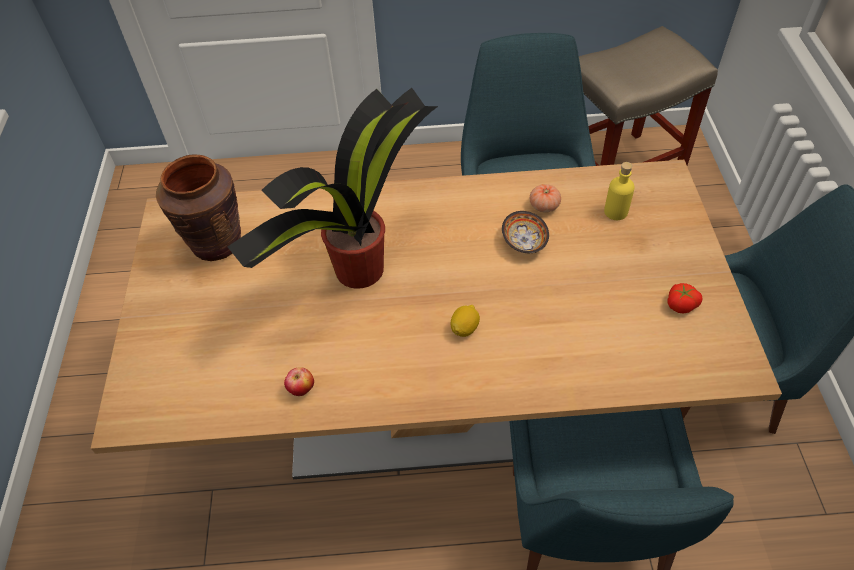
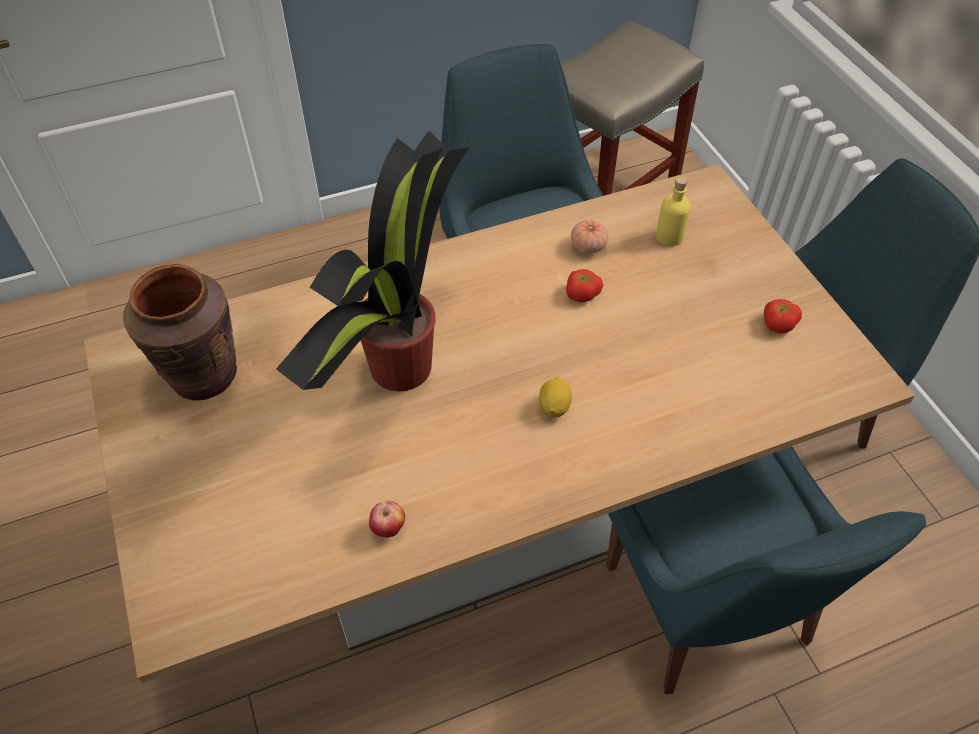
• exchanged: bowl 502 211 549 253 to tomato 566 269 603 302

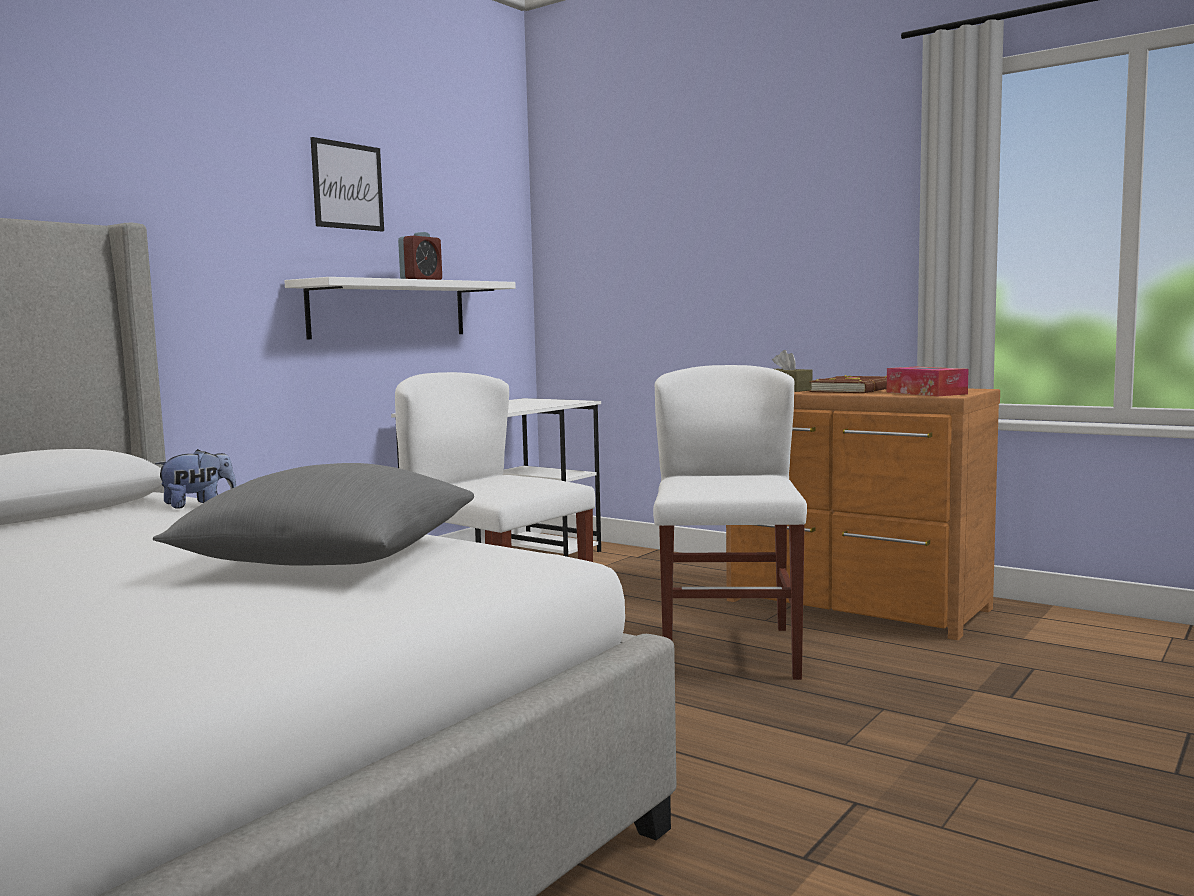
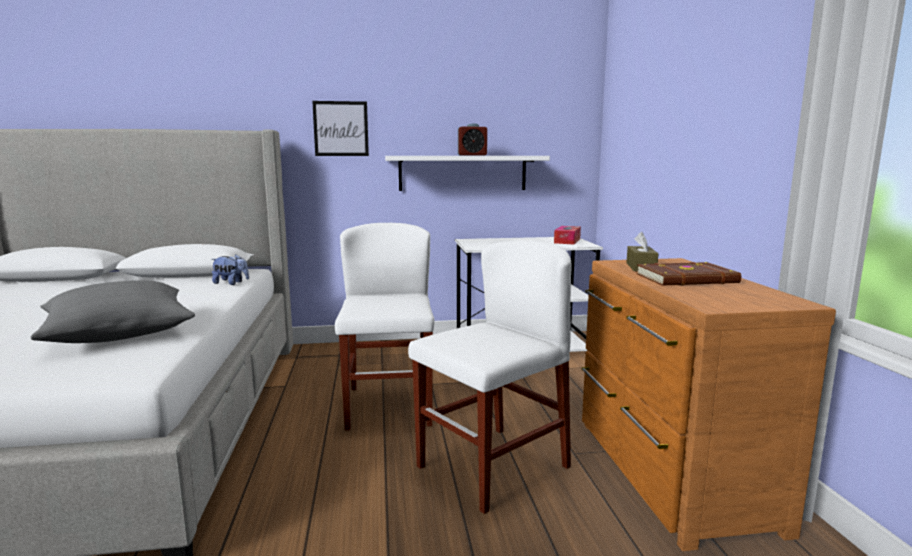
• relocated: picture 310 137 384 232 to 312 101 369 156
• relocated: tissue box 887 367 969 396 to 554 226 581 244

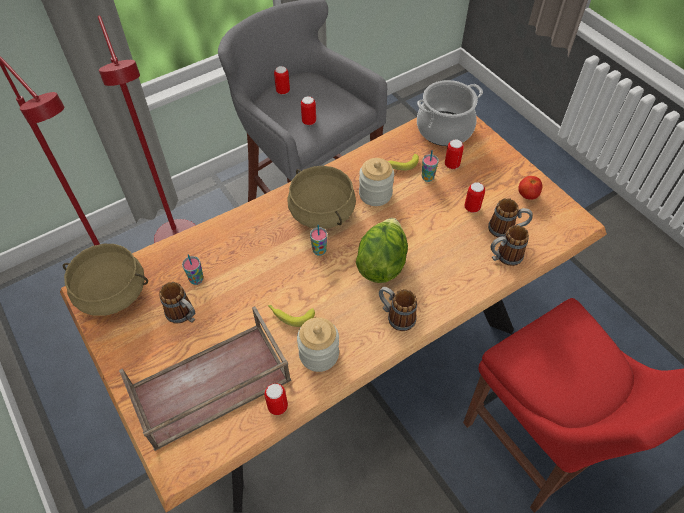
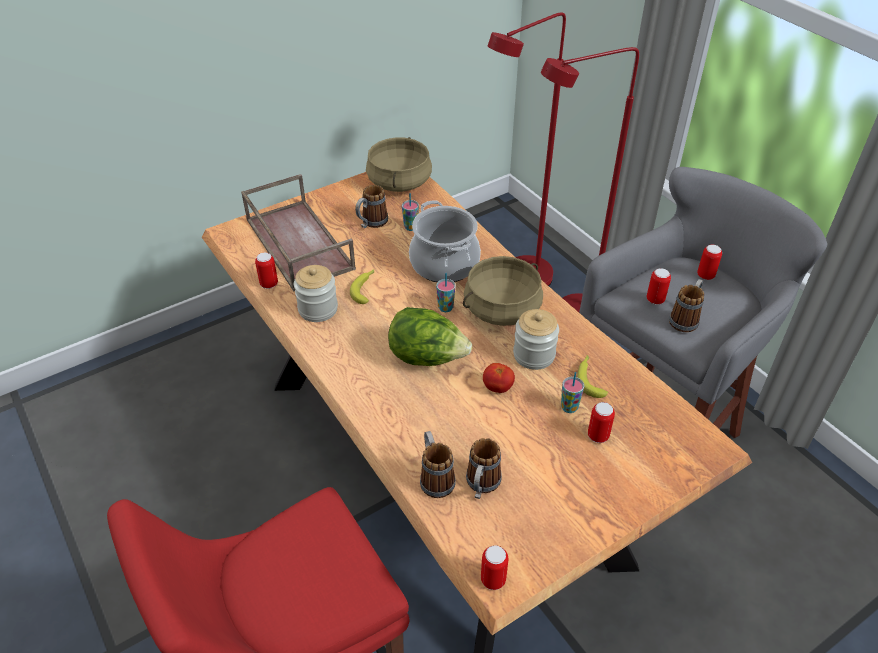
• relocated: mug 379 287 417 331 to 669 279 704 332
• relocated: cooking pot 417 80 483 146 to 409 200 481 282
• relocated: can 464 182 485 213 to 481 545 508 590
• relocated: tomato 518 176 543 200 to 483 363 515 393

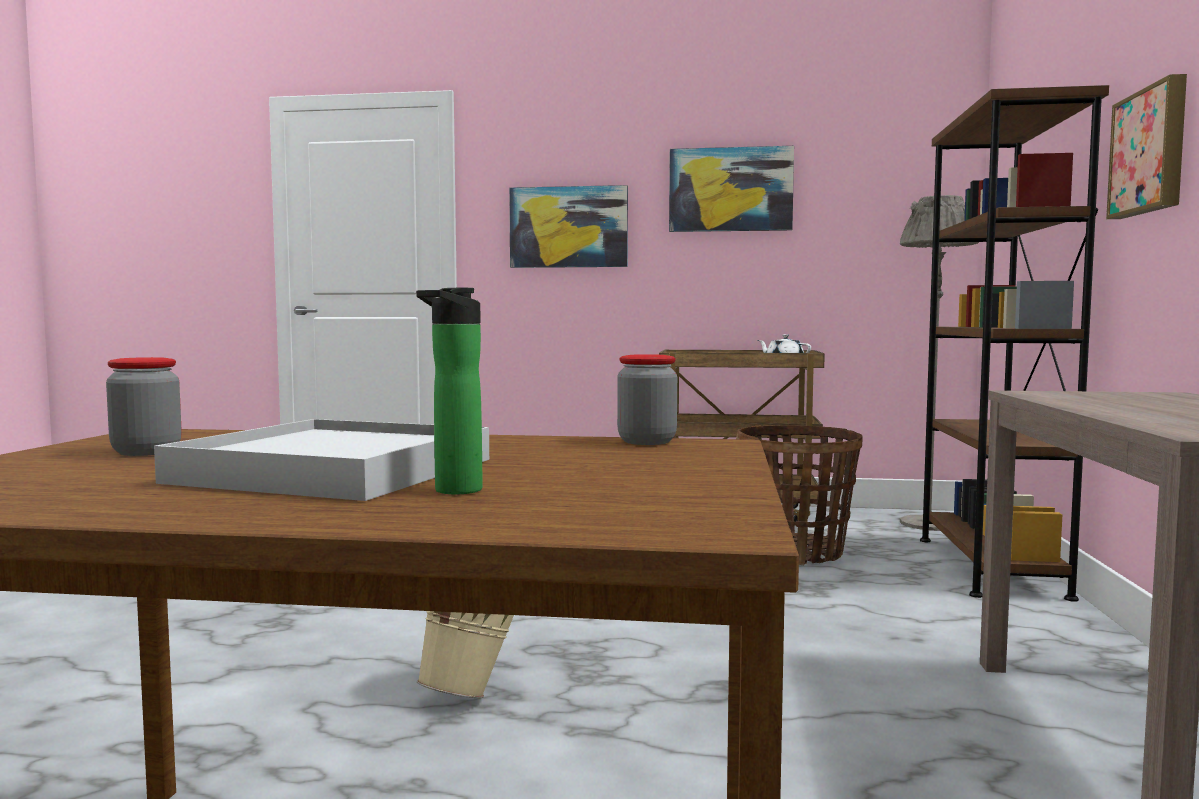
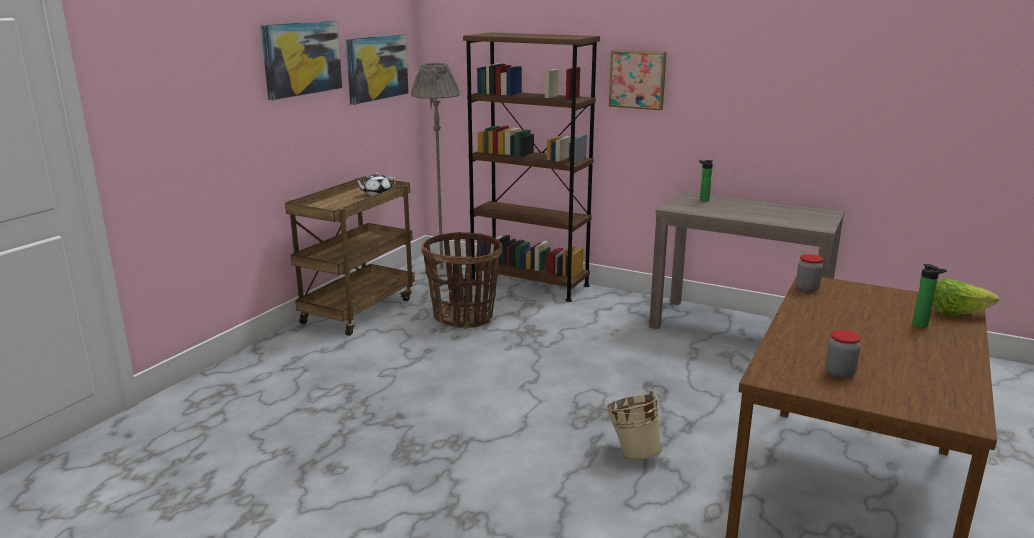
• missing: white tray 154 419 489 501
• relocated: picture 509 185 628 268 to 346 34 409 105
• appeared: bottle 699 160 713 202
• appeared: lettuce 933 278 999 315

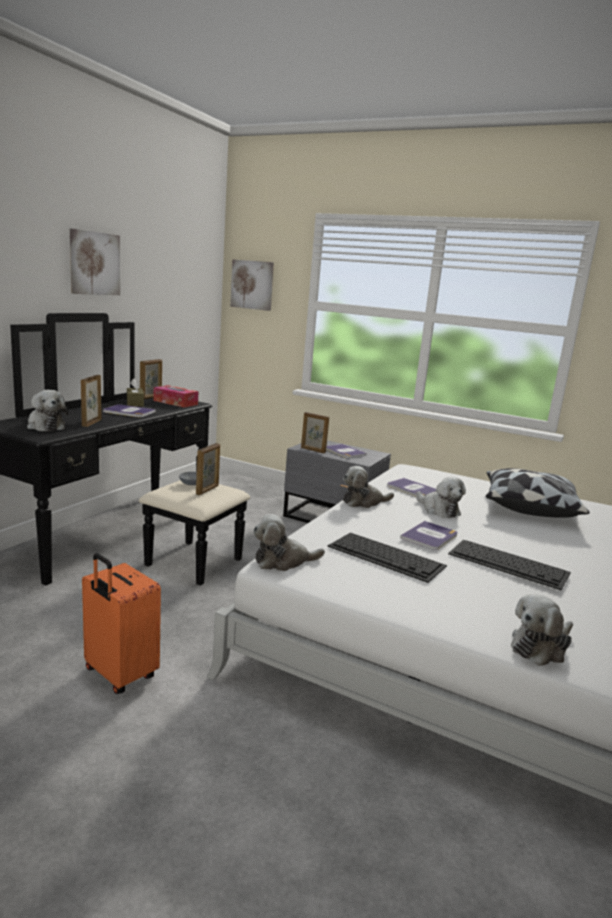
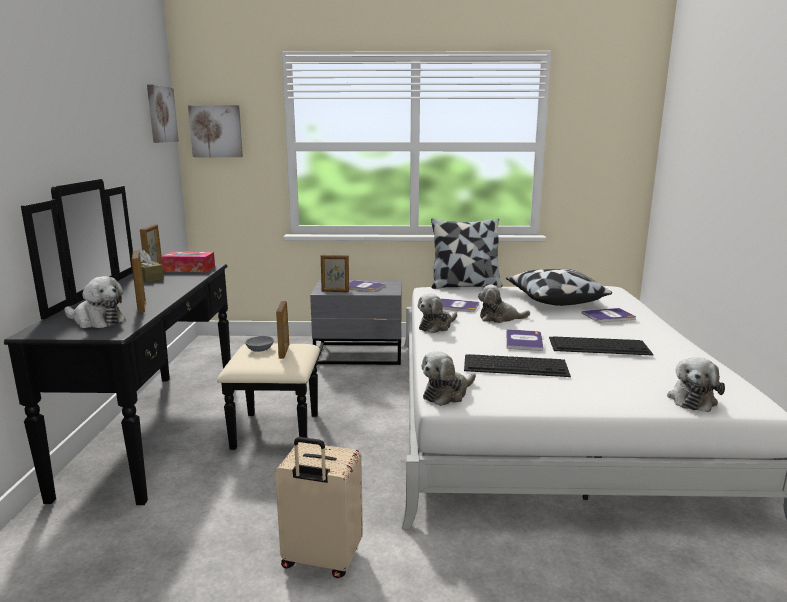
• relocated: picture 70 228 120 295 to 147 85 179 143
• colour: orange suitcase 82 553 161 694 to beige suitcase 275 437 363 578
• relocated: book 103 404 156 417 to 582 308 636 322
• spun: plush toy 416 477 466 518 = 478 285 530 323 150 degrees clockwise
• appeared: pillow 431 218 502 289

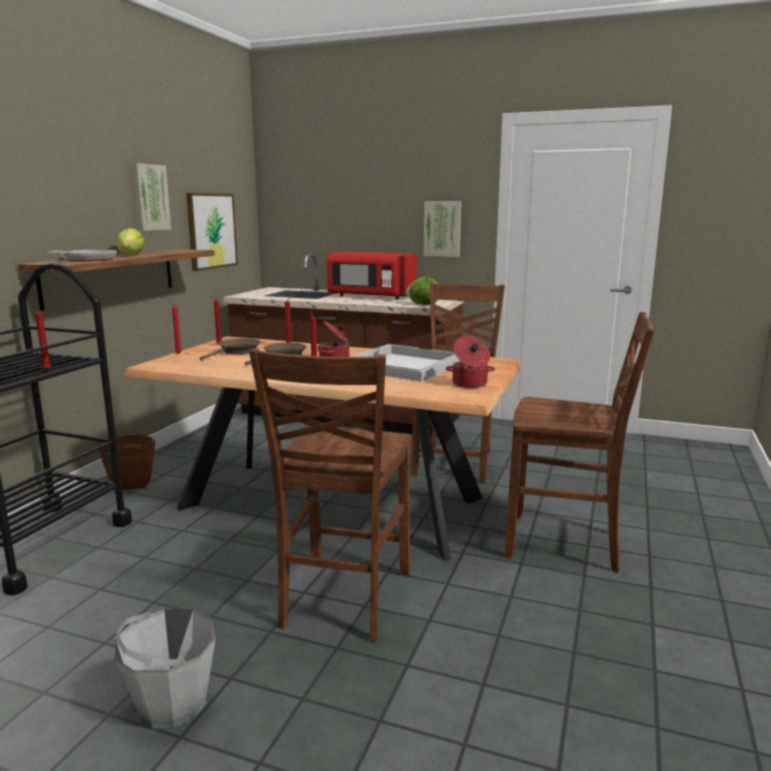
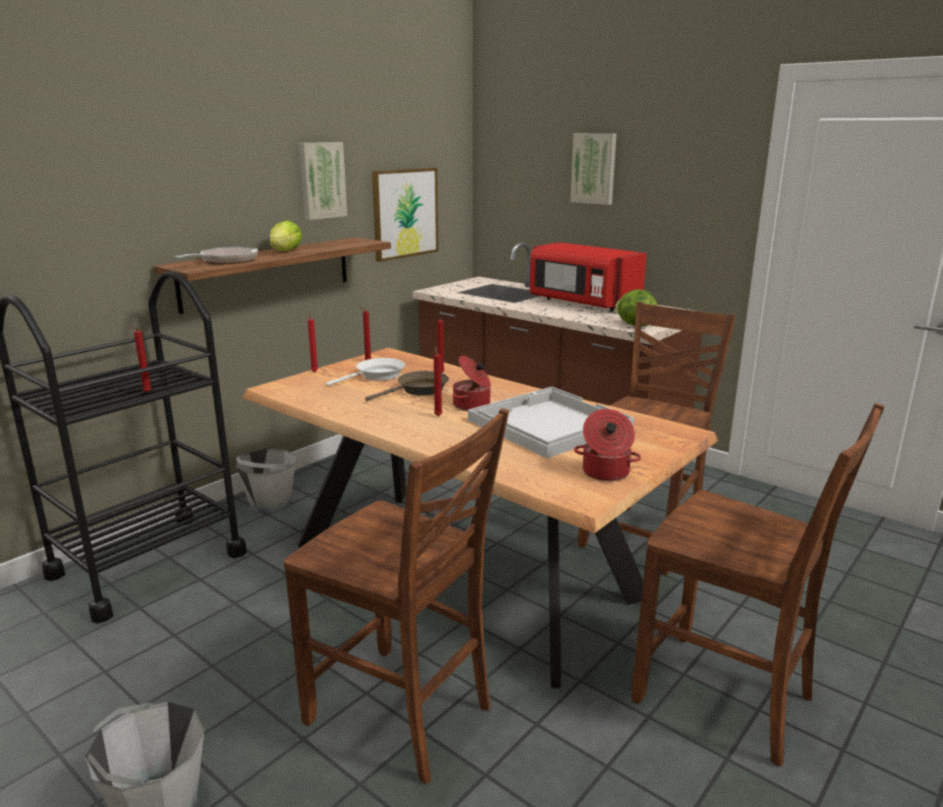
• colour: brown bucket 98 435 155 493 to grey bucket 236 449 296 514
• colour: brown frying pan 200 338 261 360 to white frying pan 326 358 405 386
• spun: brown chair 249 348 412 642 = 283 408 509 784 90 degrees counterclockwise
• relocated: picture 424 201 461 257 to 570 133 617 205

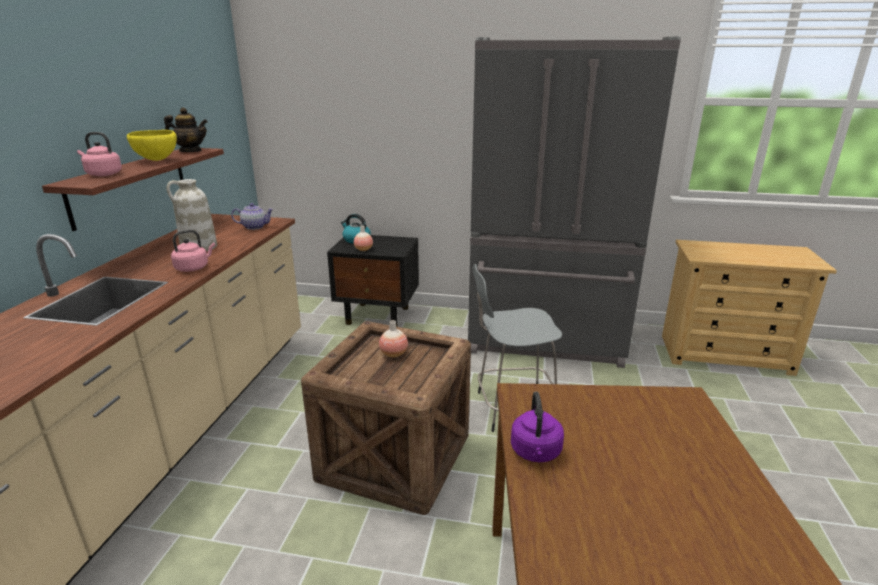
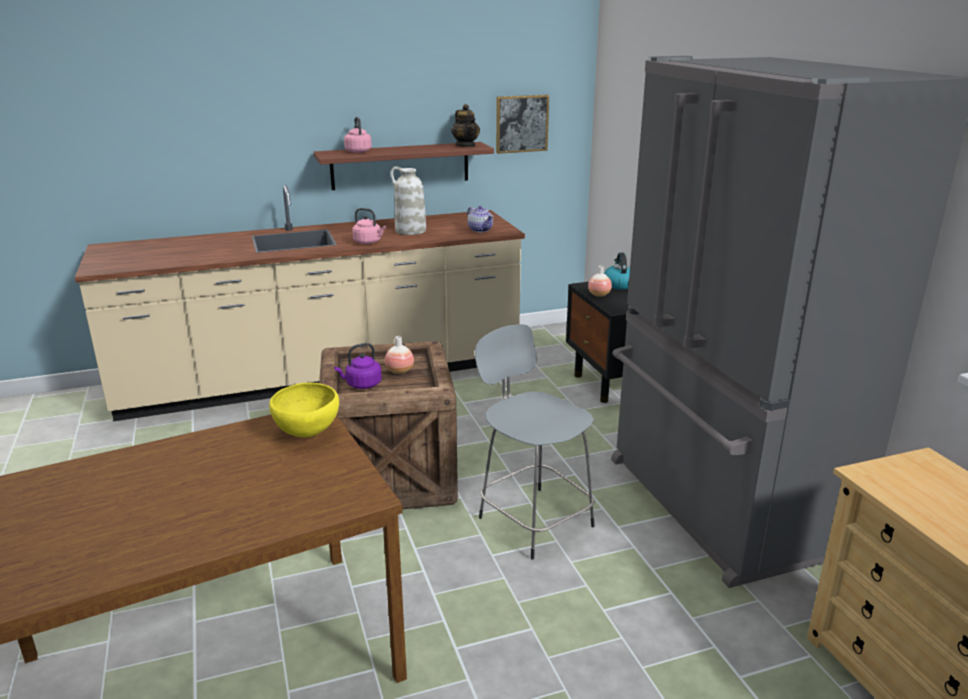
• relocated: yellow bowl 127 130 177 161 to 269 383 339 437
• relocated: purple kettle 511 392 564 462 to 334 343 382 389
• appeared: picture 496 95 549 154

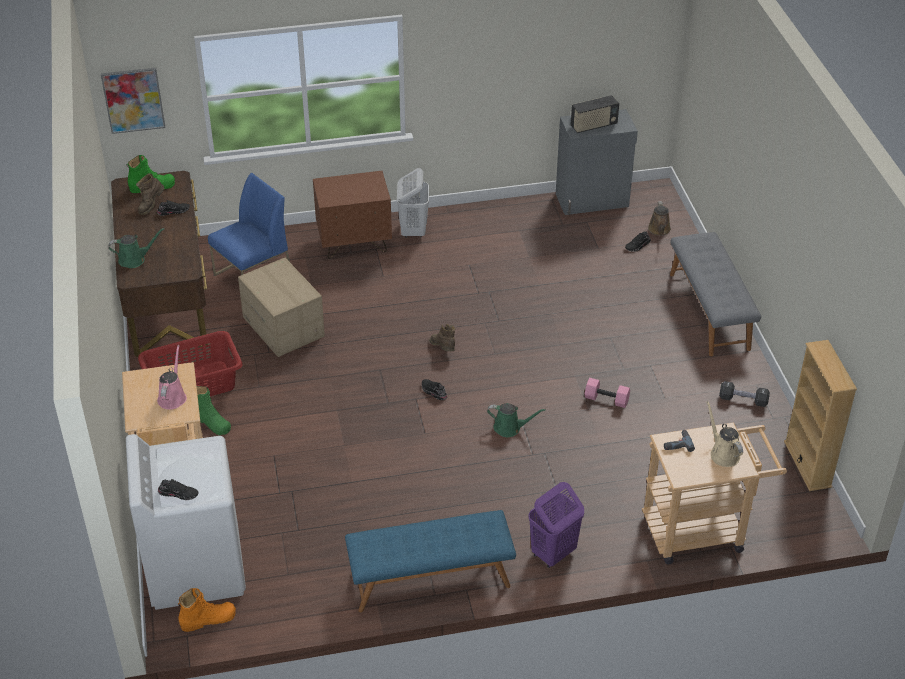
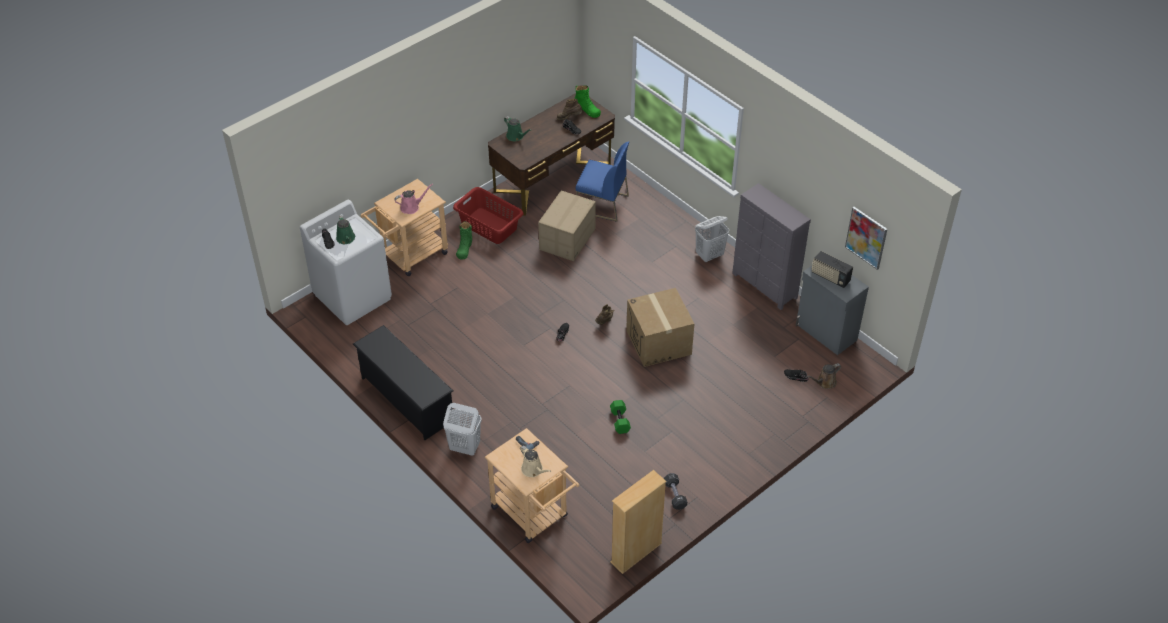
• relocated: picture 101 68 165 134 to 845 207 888 270
• missing: orange boot 178 588 236 632
• missing: brown nightstand 313 171 392 259
• exchanged: blue bench 345 510 516 612 to black shoe rack 353 325 453 440
• relocated: green watering can 487 403 546 437 to 336 215 355 244
• colour: purple laundry basket 528 482 584 568 to white laundry basket 443 403 482 456
• colour: pink dumbbell 584 378 630 408 to green dumbbell 610 400 631 434
• missing: grey bench 670 232 761 356
• spun: beige watering can 706 401 743 467 = 520 446 551 477 105 degrees clockwise
• appeared: cardboard box 626 288 694 367
• appeared: grey dresser 732 183 811 310

